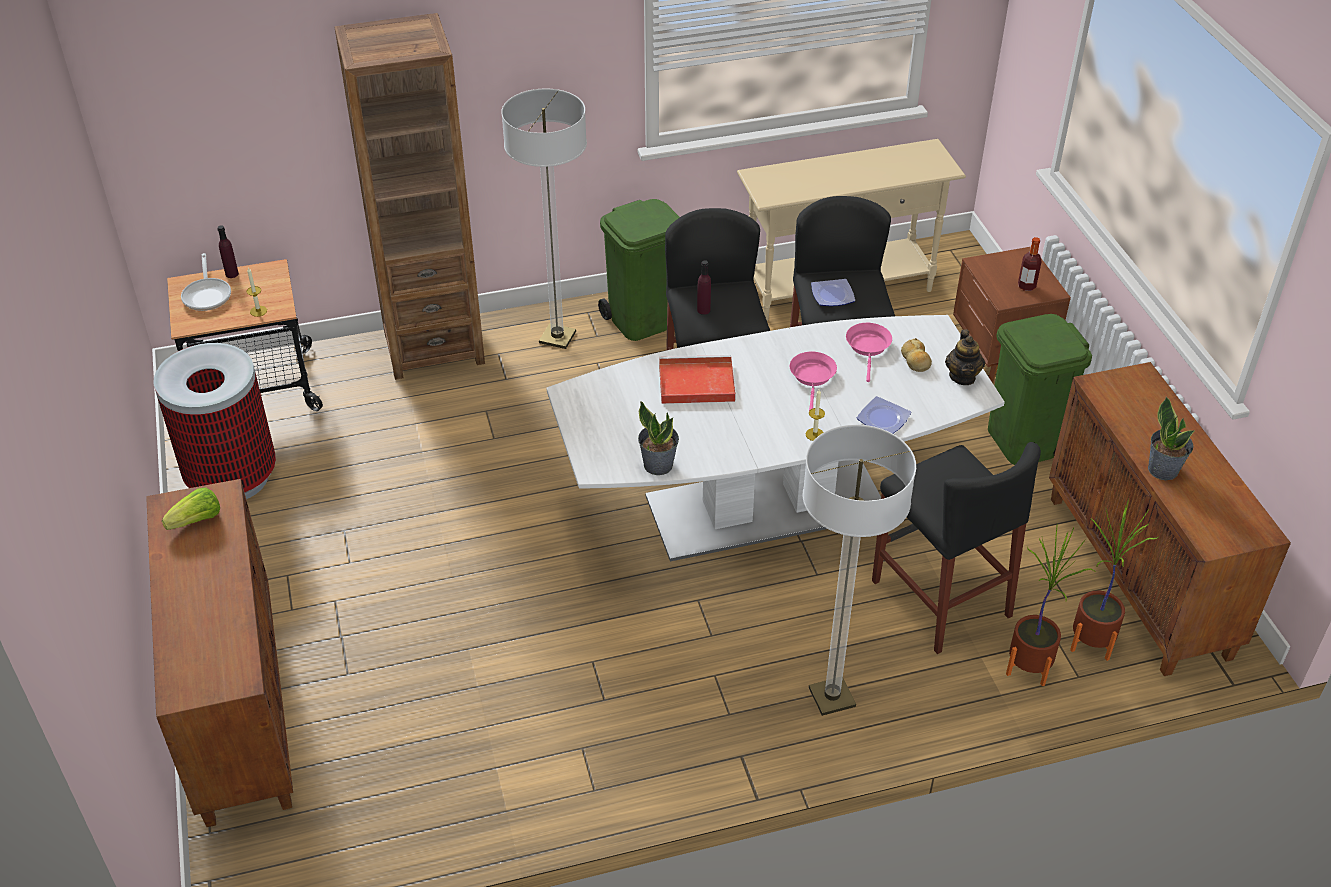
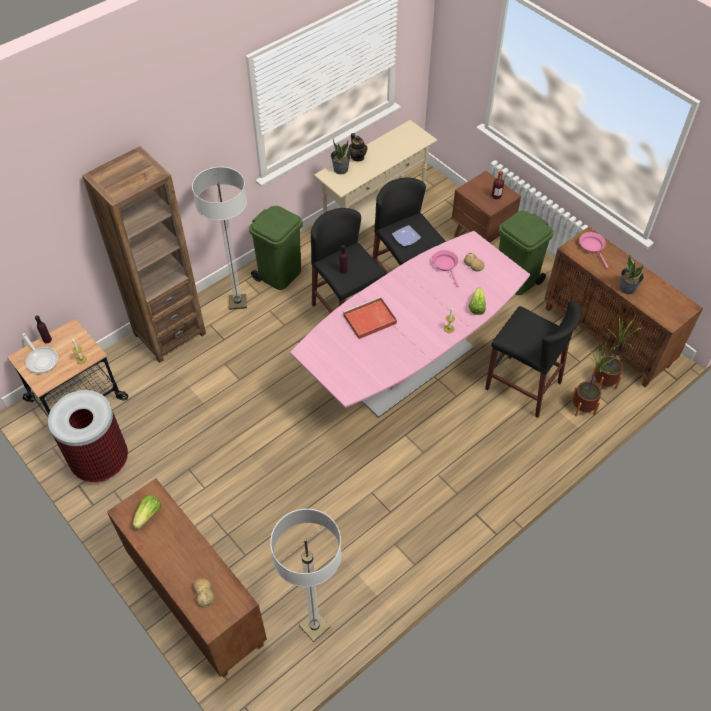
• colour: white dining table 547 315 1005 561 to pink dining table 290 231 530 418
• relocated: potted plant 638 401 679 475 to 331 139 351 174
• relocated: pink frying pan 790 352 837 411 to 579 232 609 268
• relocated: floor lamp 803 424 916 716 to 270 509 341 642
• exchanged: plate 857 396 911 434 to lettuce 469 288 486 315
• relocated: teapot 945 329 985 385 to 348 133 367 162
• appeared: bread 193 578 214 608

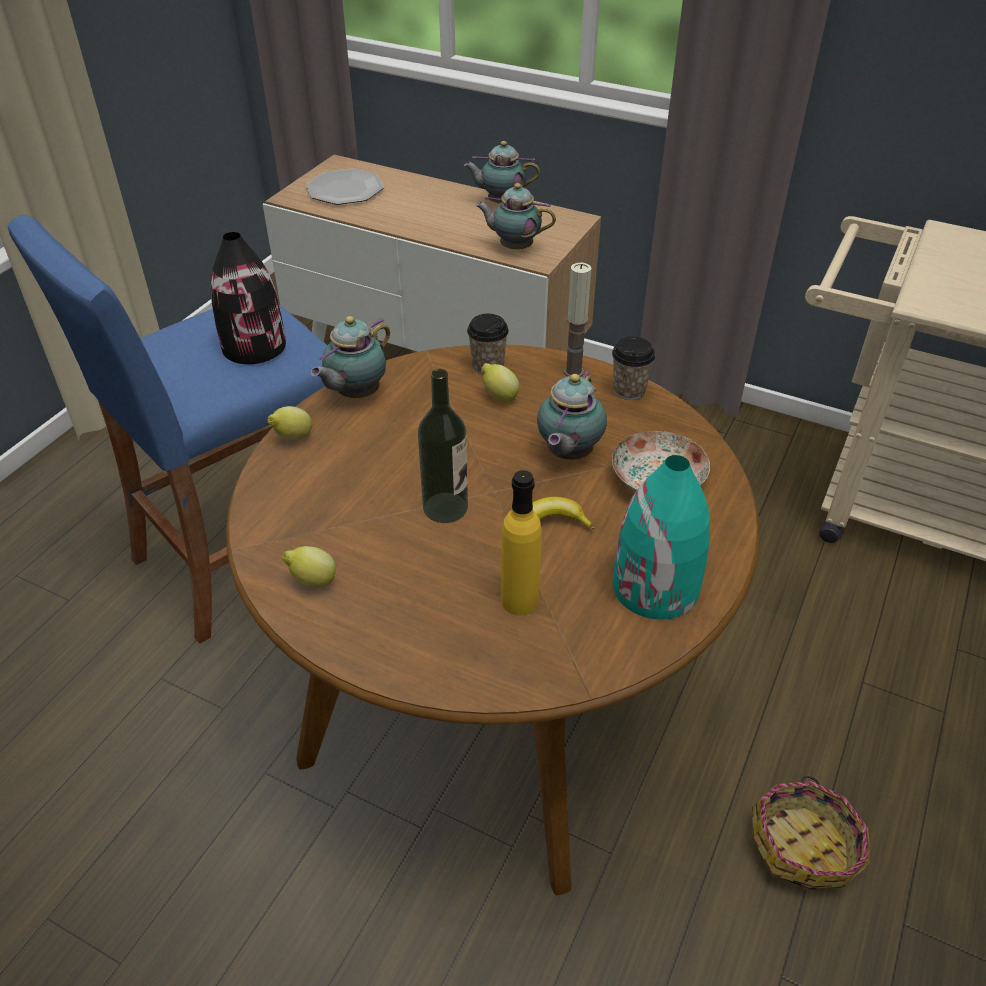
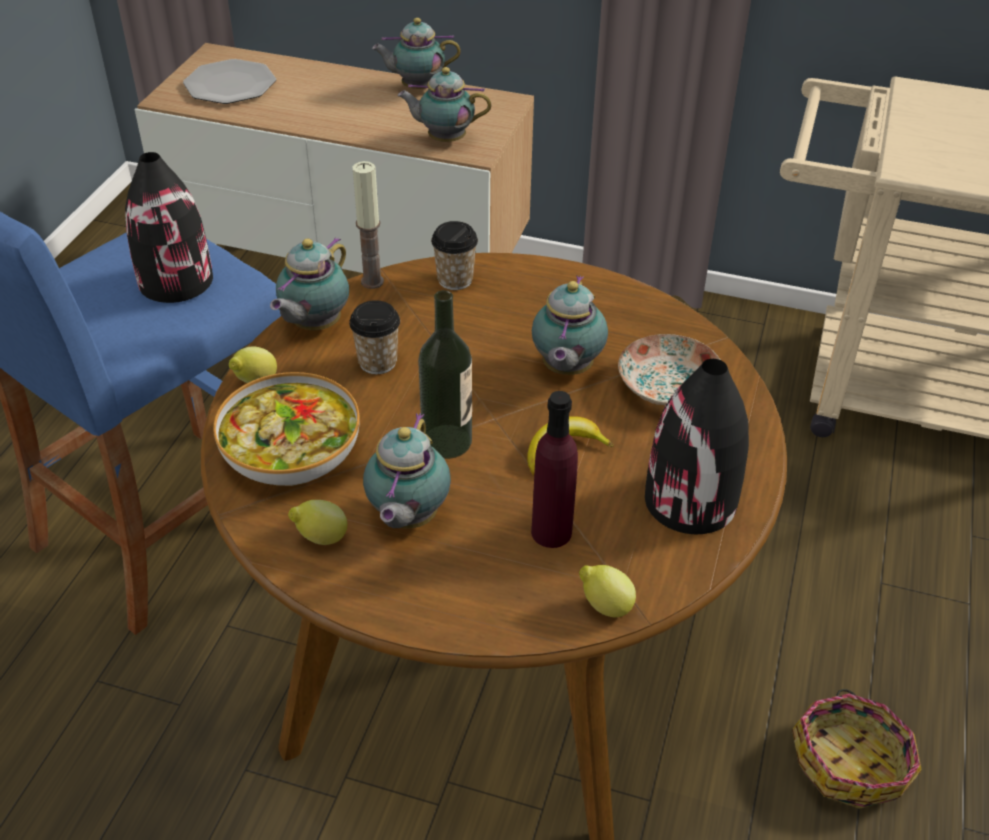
• relocated: lemon 481 363 519 402 to 579 565 636 617
• colour: yellow bottle 501 470 542 615 to purple bottle 531 391 578 548
• relocated: candle 564 263 591 377 to 353 161 384 289
• relocated: cup 612 337 655 400 to 349 300 400 374
• colour: turquoise vase 613 455 710 620 to black vase 645 359 749 534
• appeared: bowl 213 372 360 486
• appeared: teapot 363 413 451 529

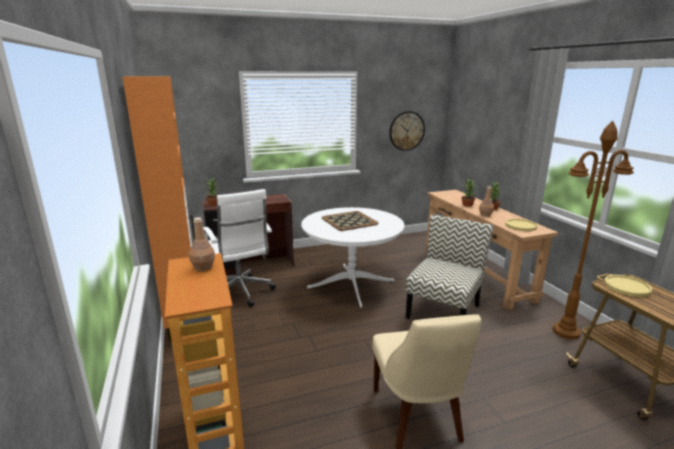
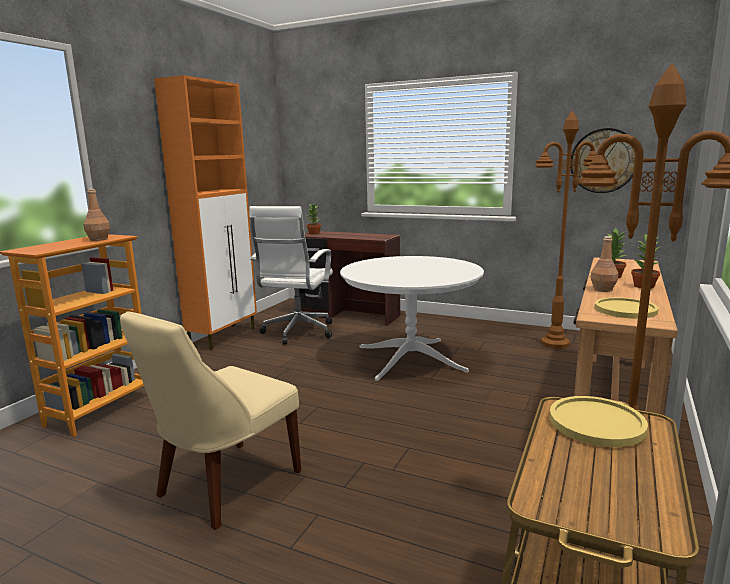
• missing: tray 322 211 378 231
• missing: chair 406 215 494 319
• appeared: brown floor lamp 535 110 596 349

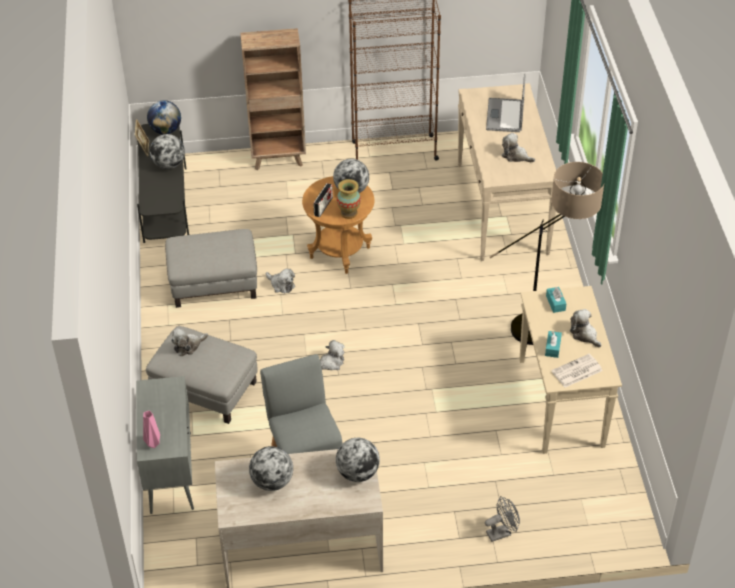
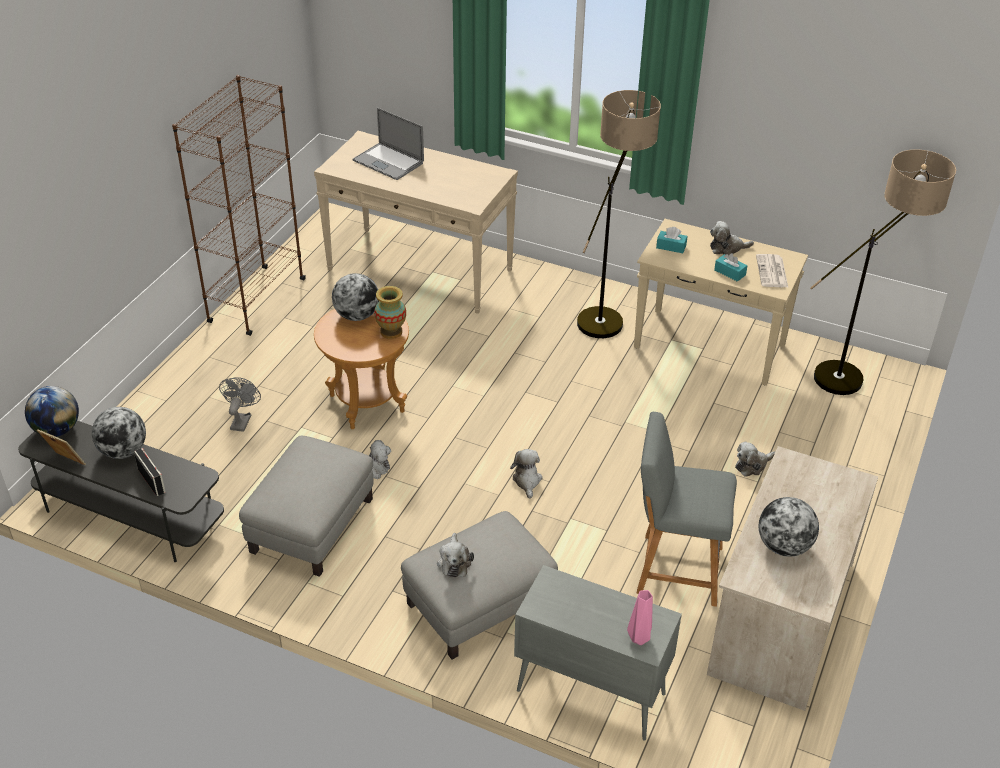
• missing: brown bookcase 240 28 306 170
• relocated: radio 313 183 333 217 to 134 448 166 496
• missing: globe 336 438 380 482
• relocated: grey fan 485 496 520 542 to 219 377 261 432
• relocated: plush toy 502 133 535 162 to 735 442 775 477
• appeared: floor lamp 810 149 956 395

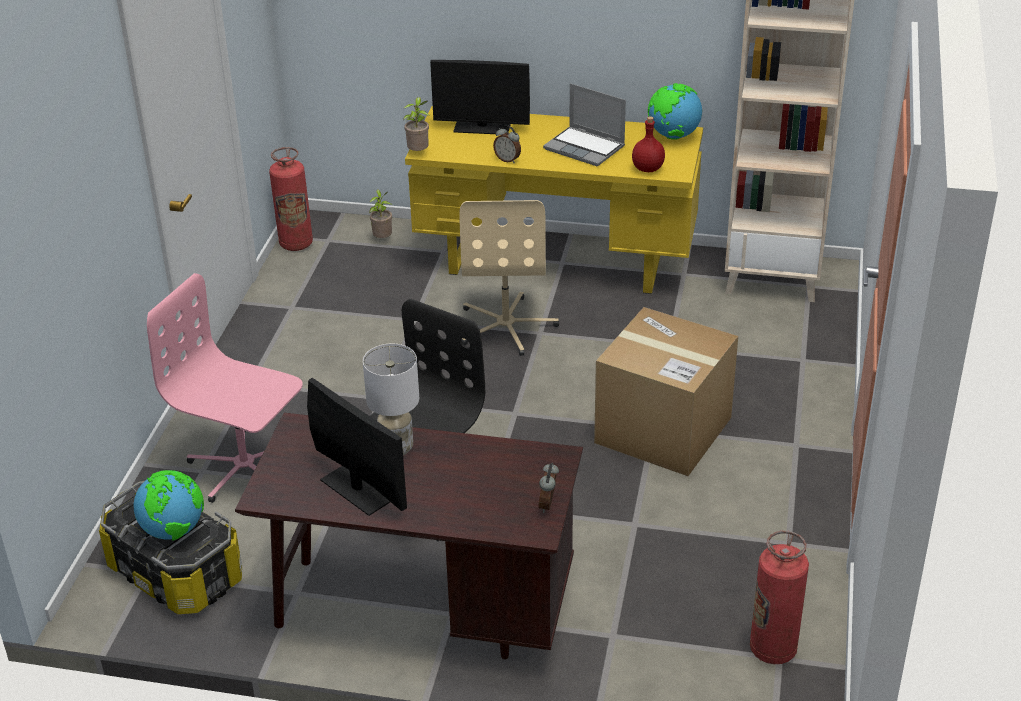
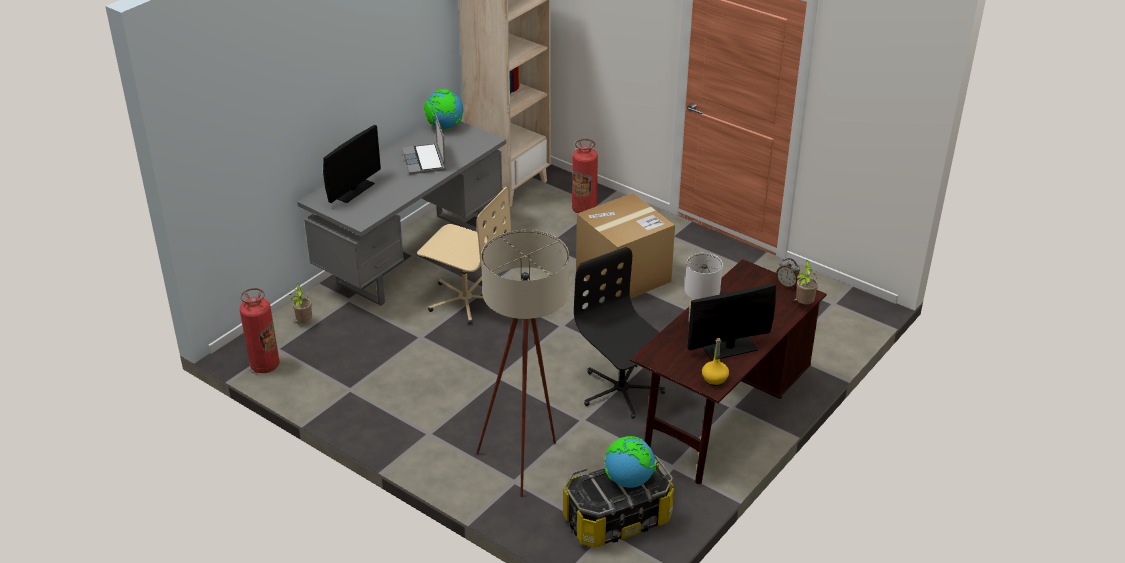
• exchanged: pink office chair 147 273 303 503 to beige floor lamp 477 230 569 497
• relocated: potted plant 403 97 429 151 to 794 260 818 304
• colour: yellow desk 405 106 703 294 to grey desk 297 121 506 306
• missing: alarm clock 493 125 521 163
• spun: laptop 543 83 626 166 = 402 112 446 174 105 degrees clockwise
• missing: red bottle 632 116 665 172
• relocated: fire extinguisher 750 531 809 664 to 572 139 598 213
• appeared: yellow bottle 702 338 729 386

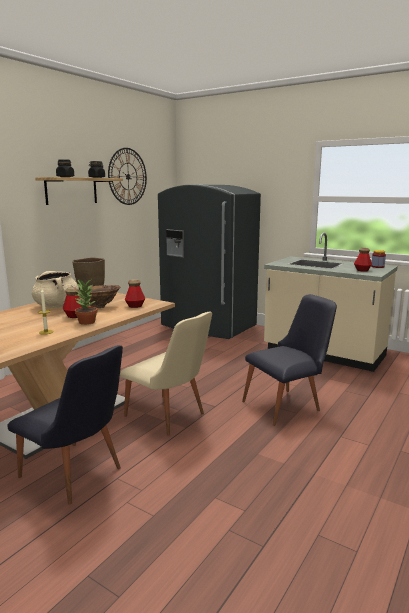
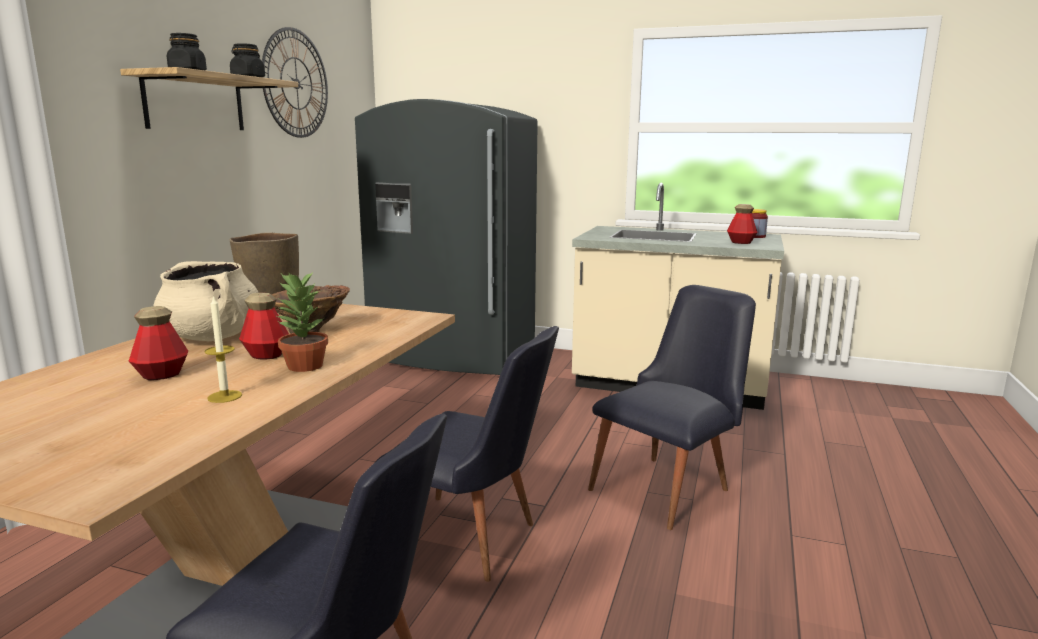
• colour: beige chair 120 312 212 436 to black chair 375 326 559 582
• relocated: bottle 125 279 145 308 to 129 306 188 380

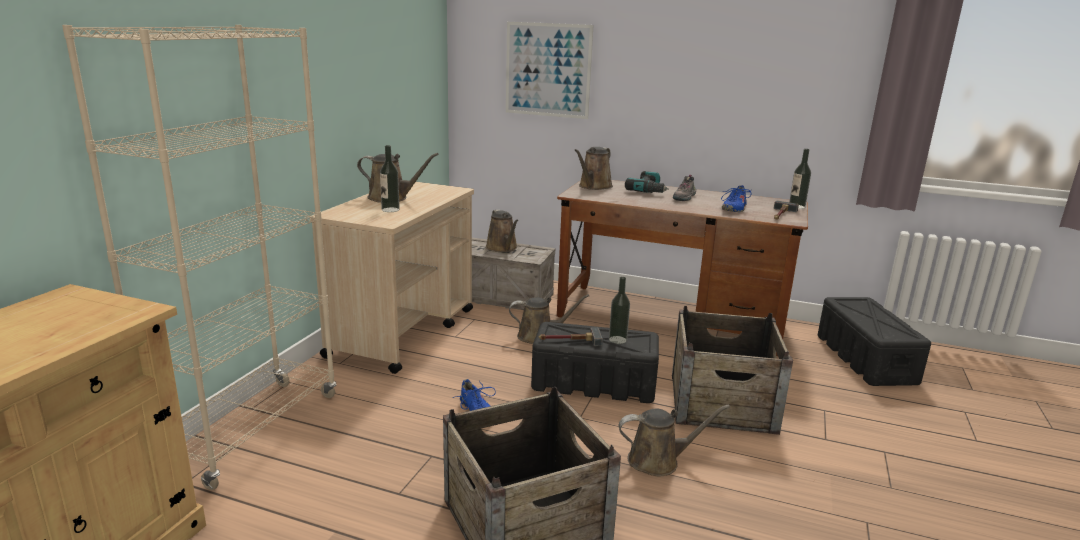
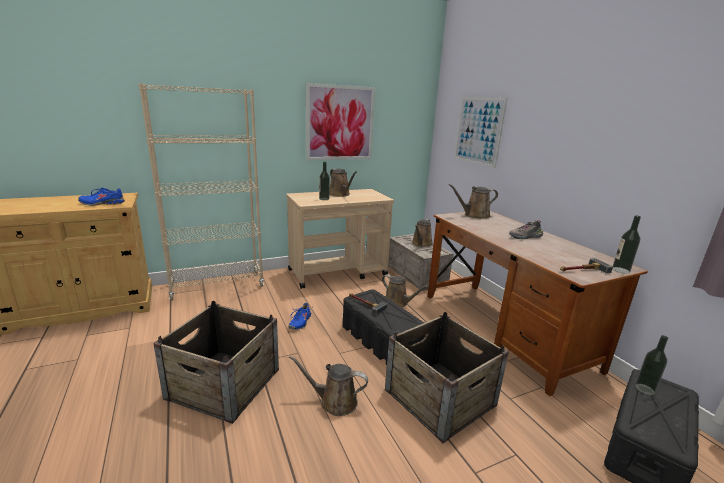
• relocated: bottle 609 277 630 344 to 635 335 668 395
• spun: brown watering can 619 405 730 476 = 289 355 368 416 150 degrees clockwise
• missing: power drill 625 171 669 193
• relocated: blue shoe 721 185 751 212 to 78 188 125 206
• appeared: picture 306 83 375 160

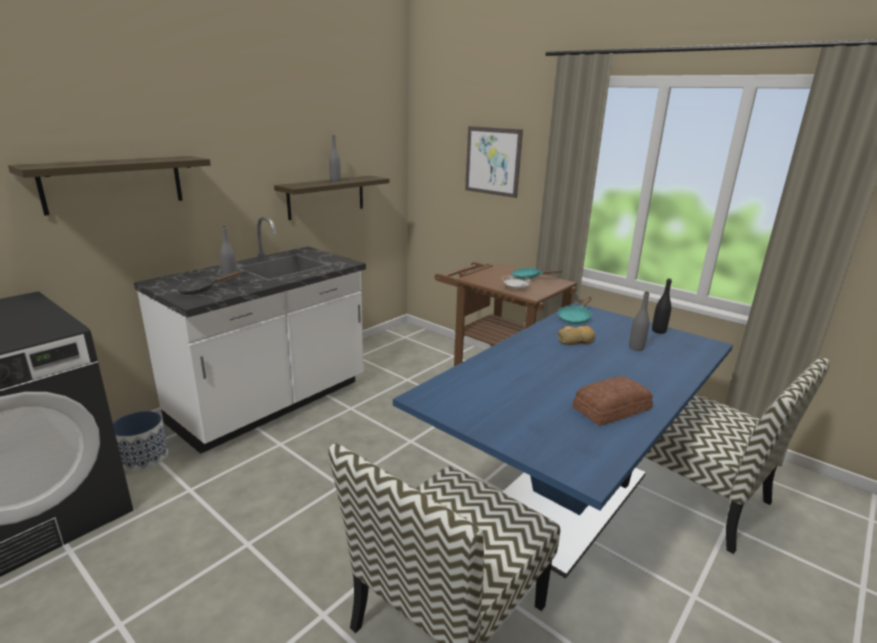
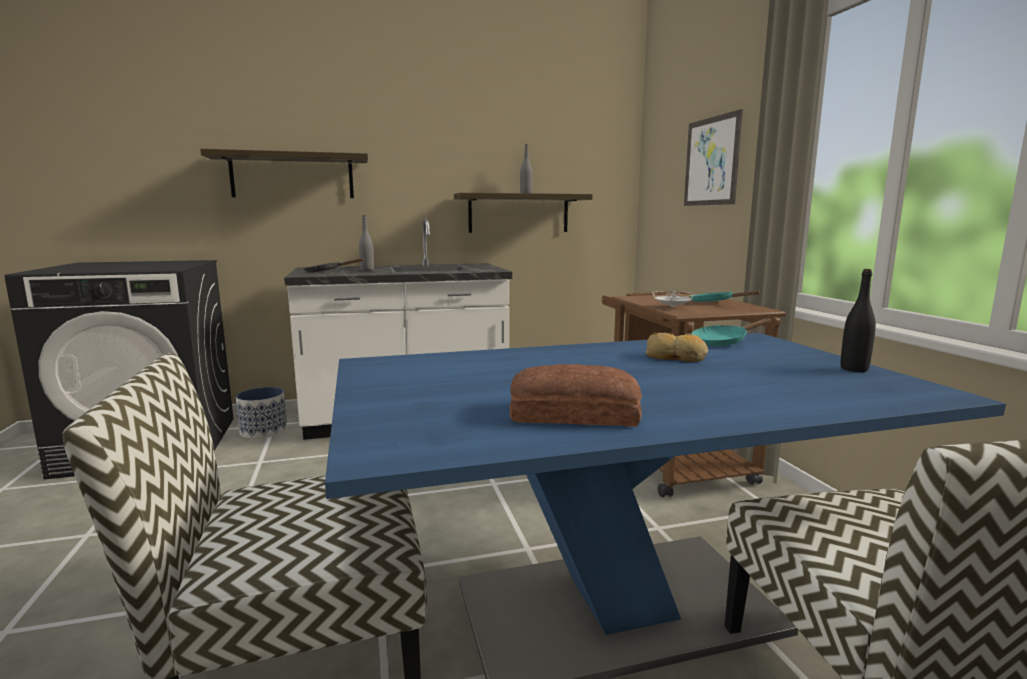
• missing: grey bottle 629 292 649 351

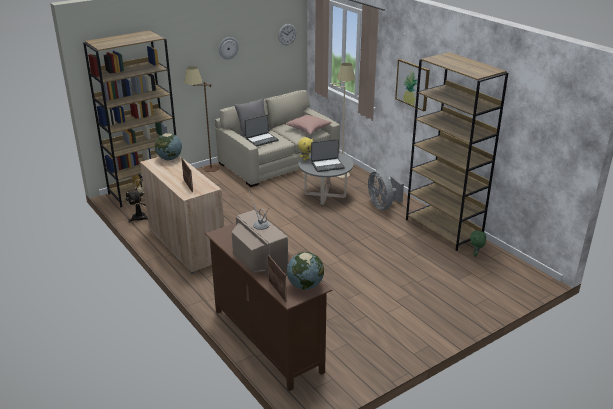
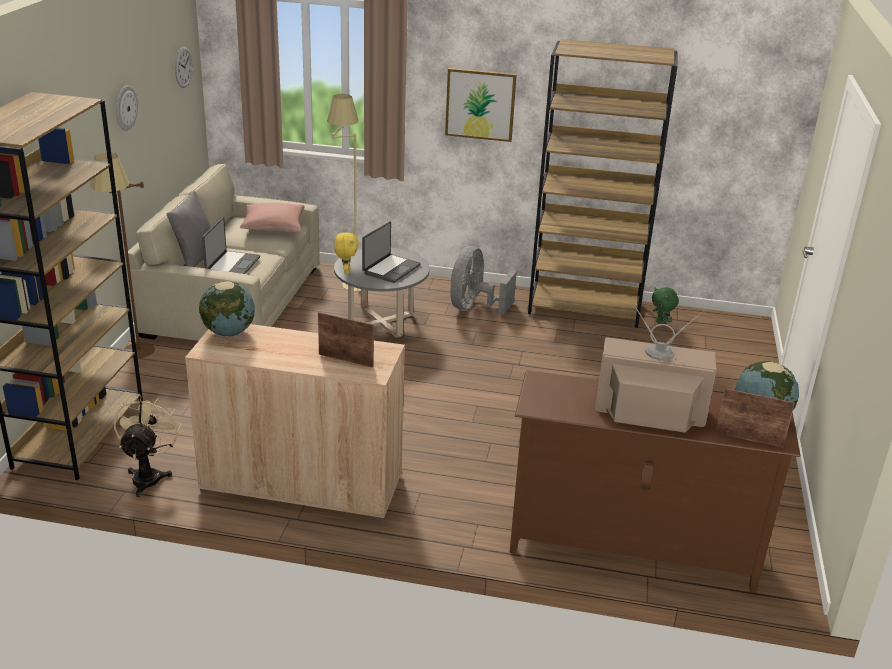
• spun: grey fan 368 170 404 210 = 450 246 517 314 90 degrees clockwise

